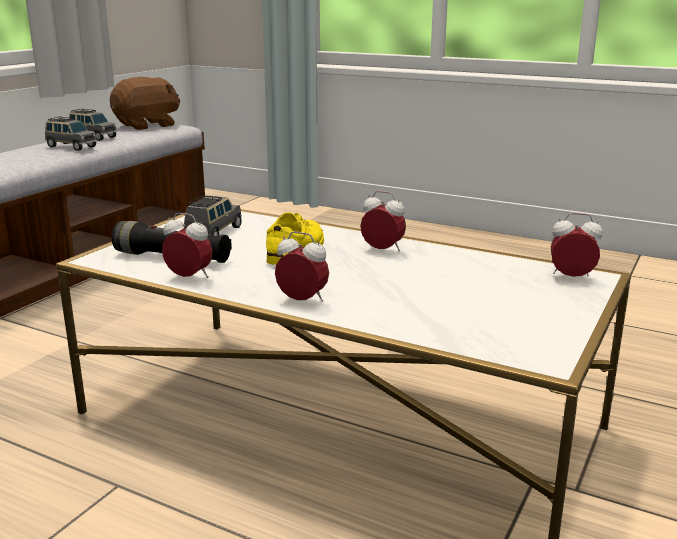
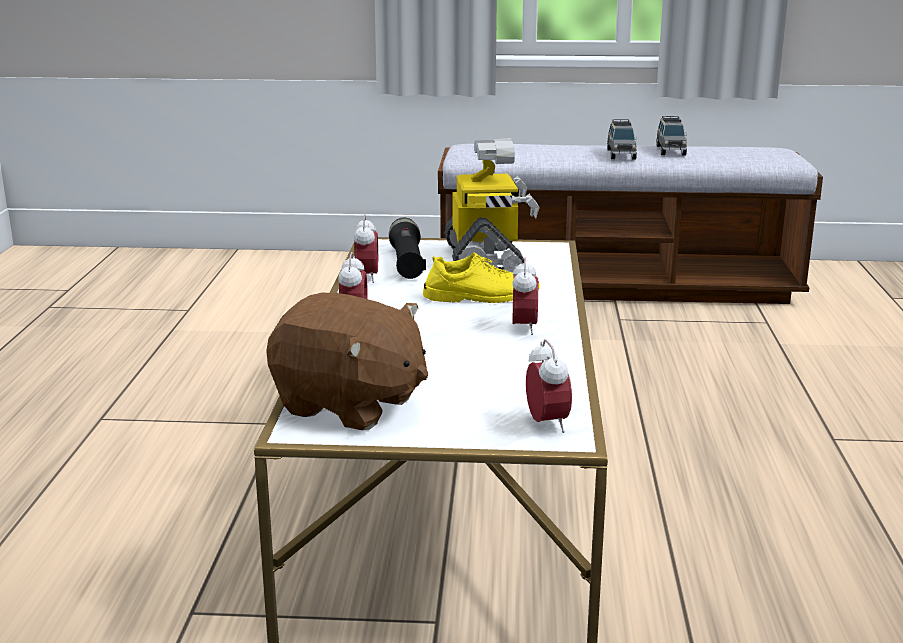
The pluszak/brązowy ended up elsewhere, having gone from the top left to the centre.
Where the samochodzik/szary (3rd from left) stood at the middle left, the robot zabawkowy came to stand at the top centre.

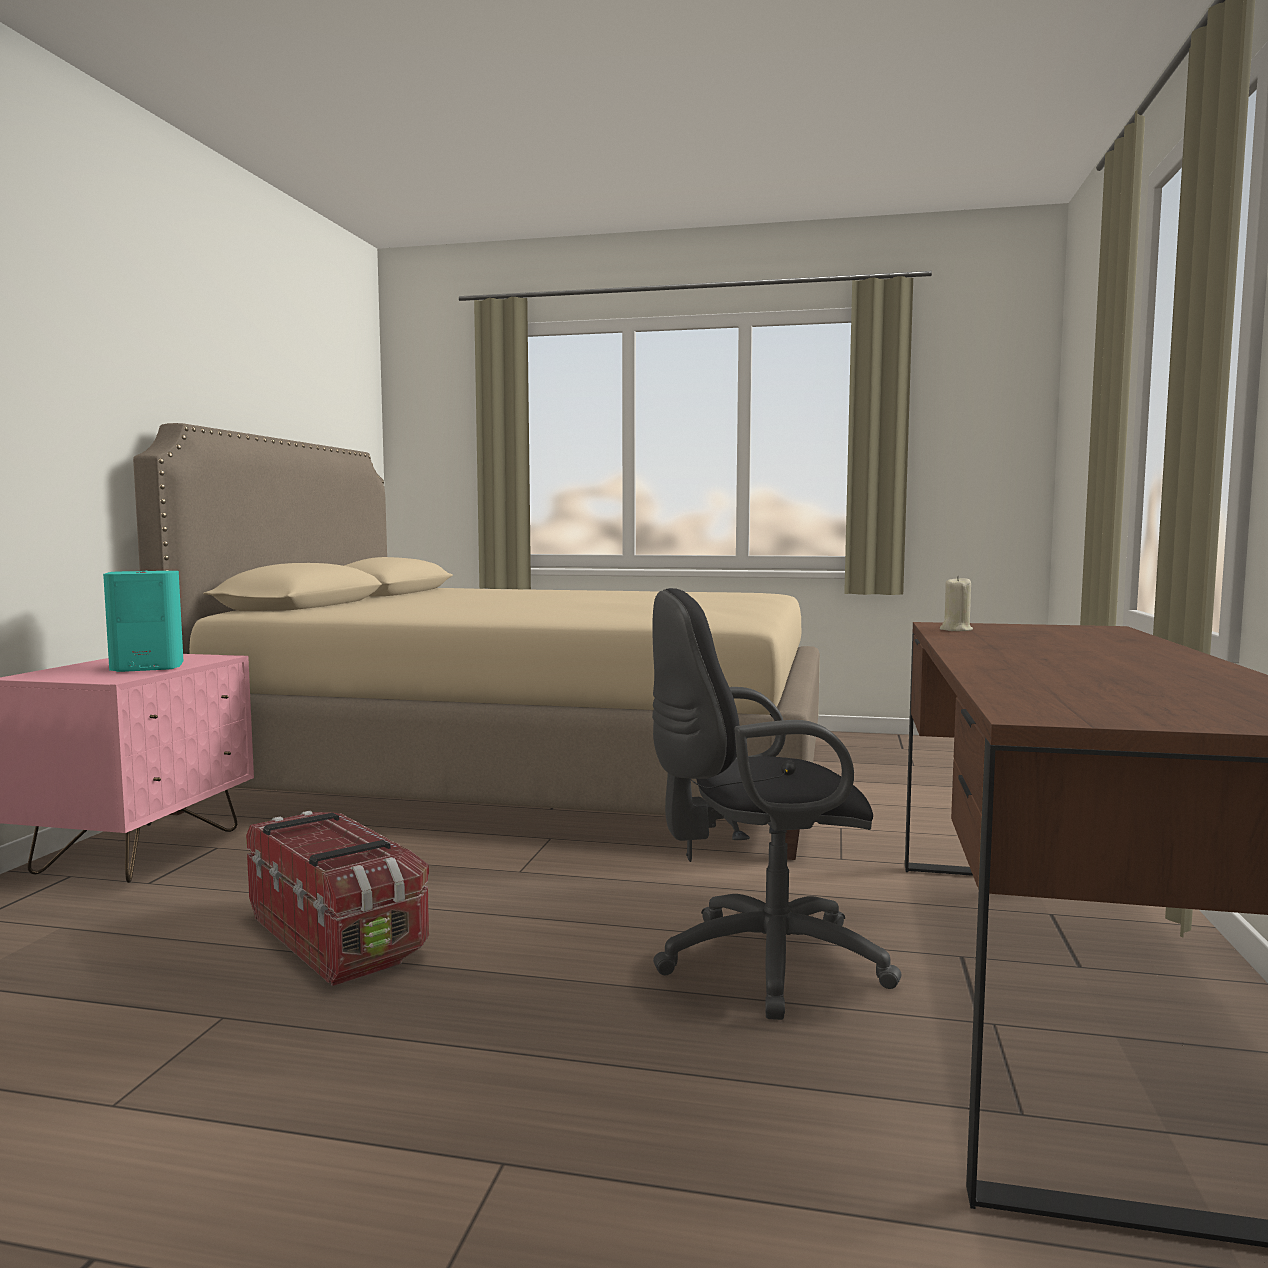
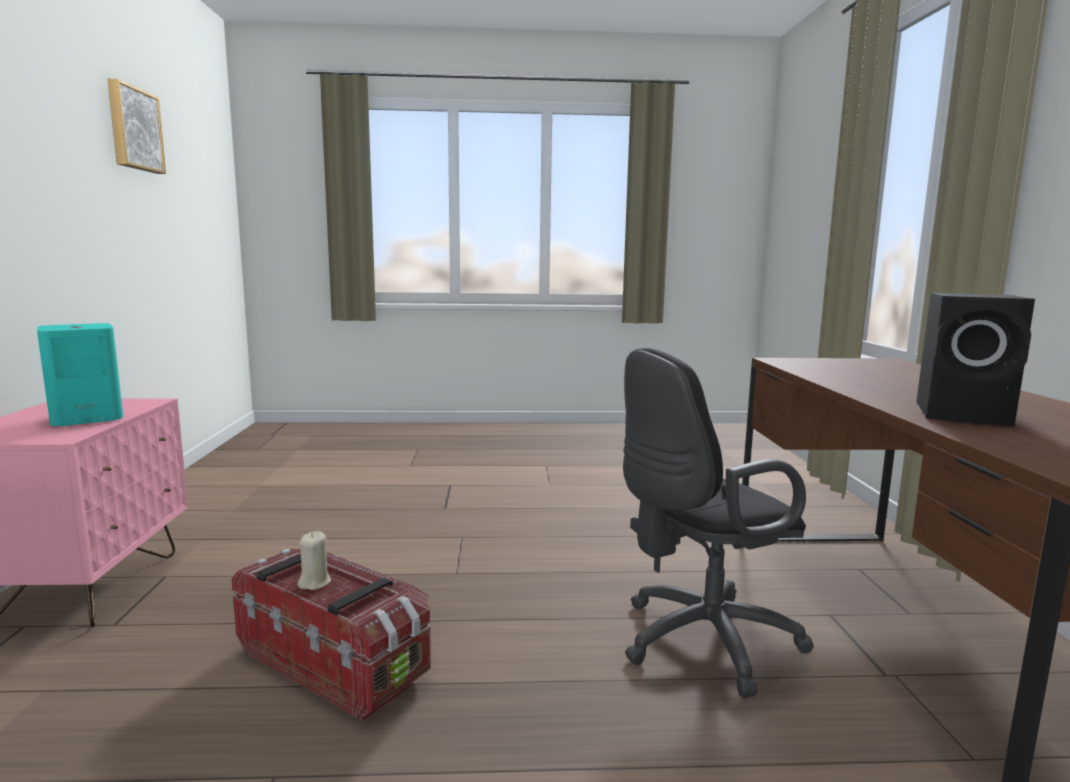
The second view lost the łóżko/beżowy at the centre.
The świeca/beżowy ended up elsewhere, having gone from the middle right to the bottom left.
The second view gained the obraz at the top left.
The second view gained the głośnik/czarny at the middle right.

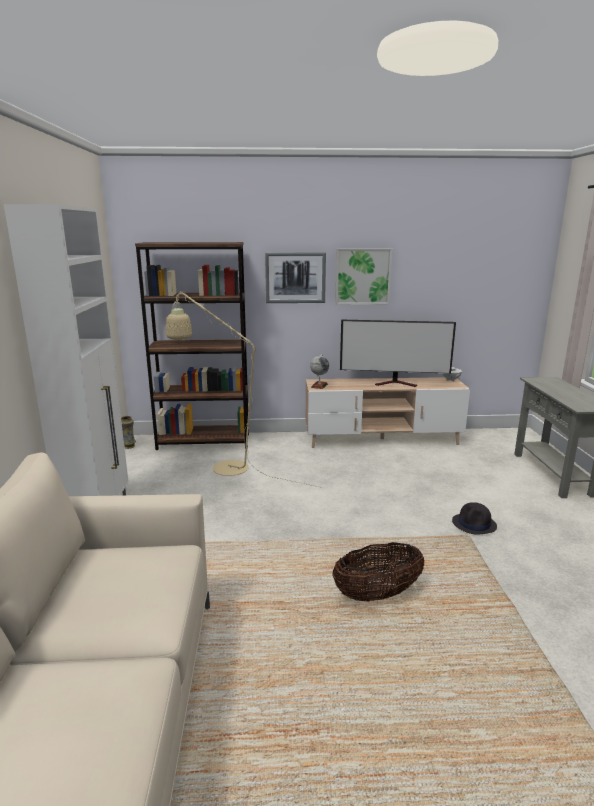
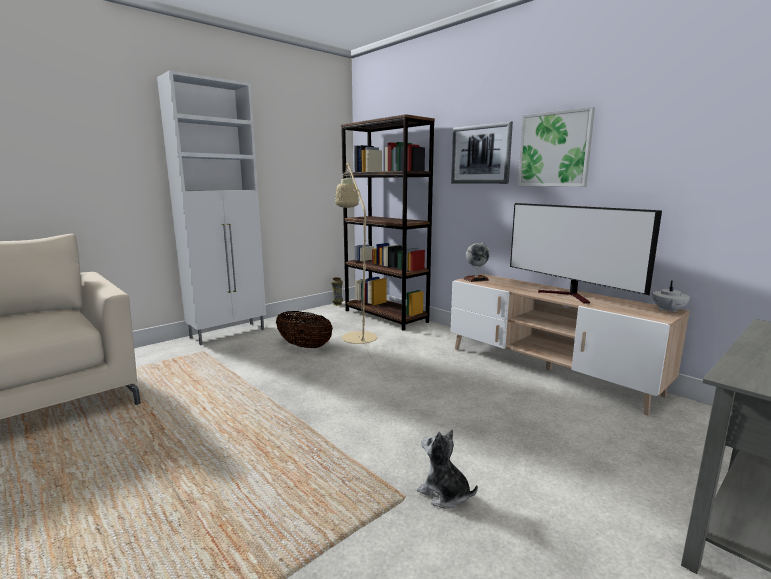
The koszyk ended up elsewhere, having gone from the bottom centre to the centre.
Where the kapelusz/czarny stood at the middle right, the pluszak came to stand at the bottom centre.

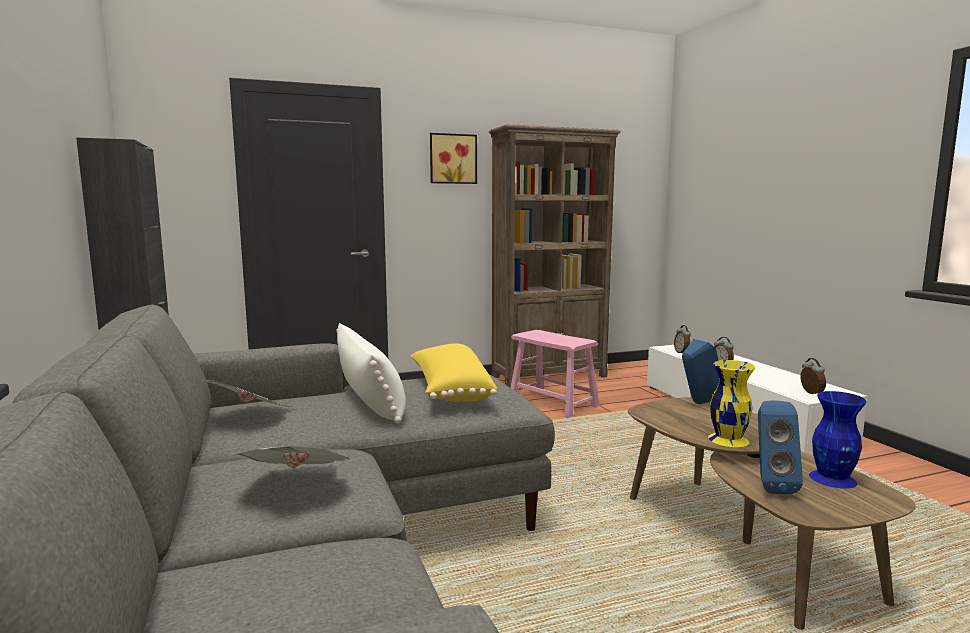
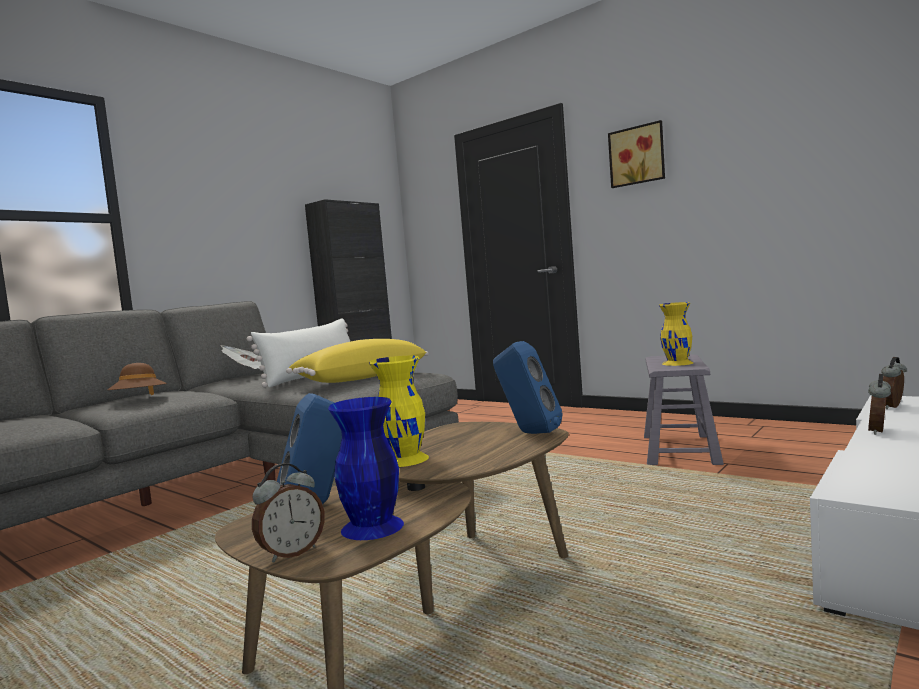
Where the gazeta (2nd from left) stood at the bottom left, the kapelusz/brązowy came to stand at the middle left.
The second view lost the regał/brązowy at the centre.
What was the stołek/różowy at the centre turned into the stołek/szary at the middle right.
The budzik (3rd from left in the first image) ended up elsewhere, having gone from the middle right to the bottom left.
The second view gained the wazon/żółty (2nd from left) at the middle right.

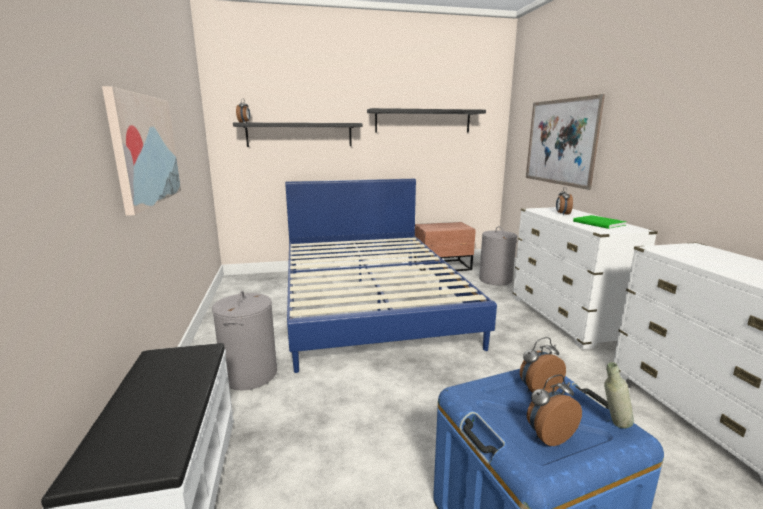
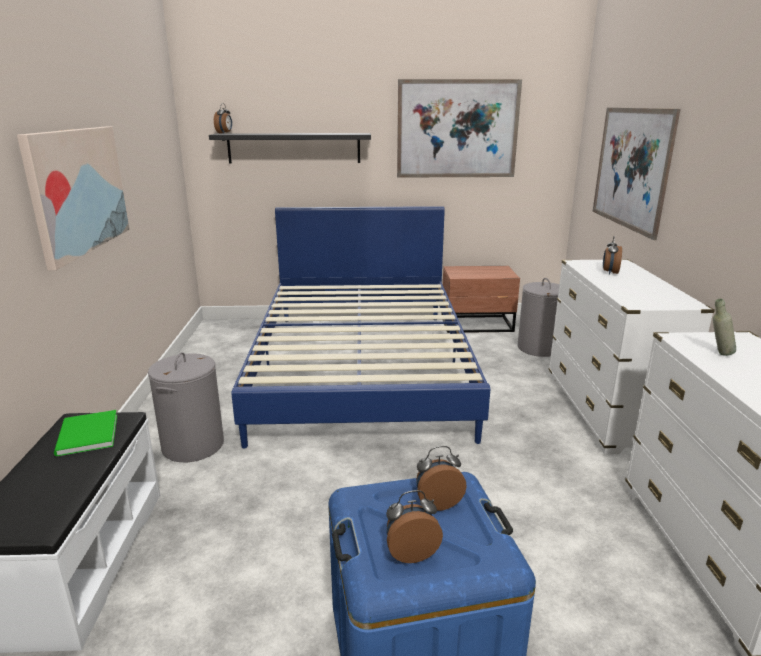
Where the półka/czarny (2nd from left) hung at the top centre, the obraz (2nd from left) came to hang at the top centre.
The książka/zielony ended up elsewhere, having gone from the middle right to the middle left.
The butelka/szary ended up elsewhere, having gone from the bottom right to the middle right.

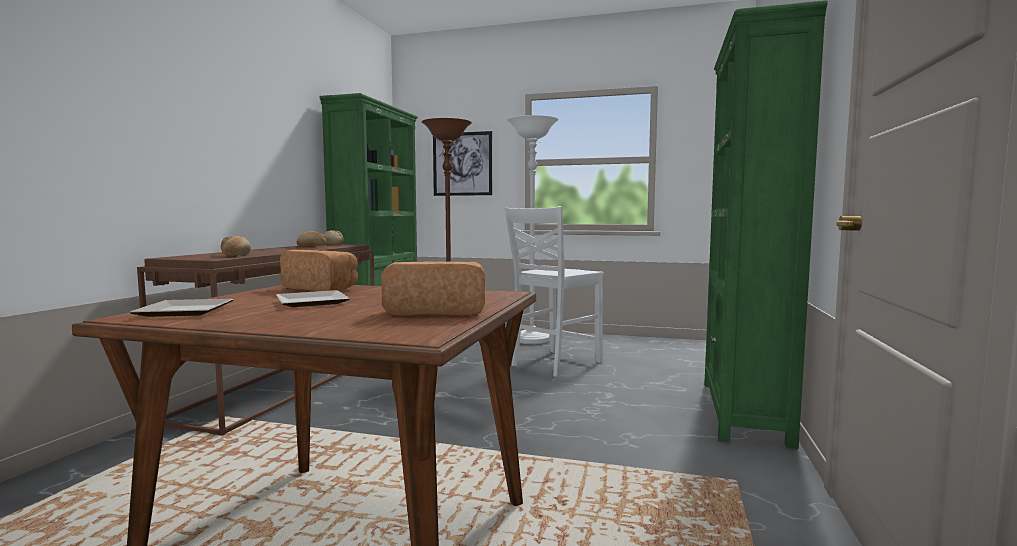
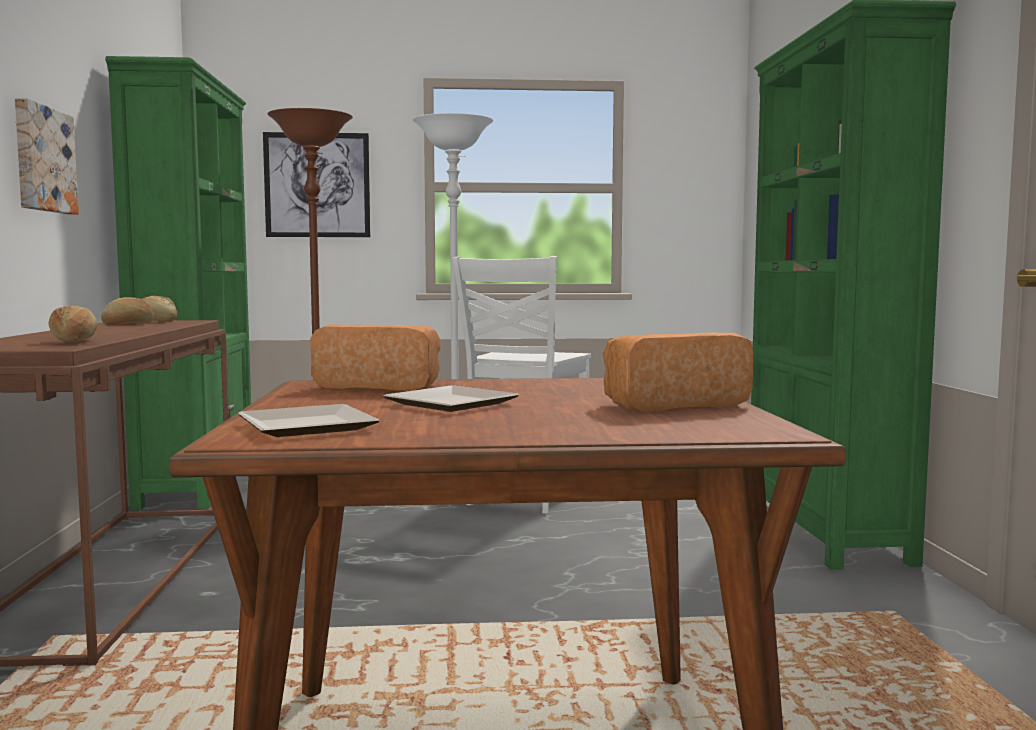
The second view gained the obraz (1st from left) at the top left.

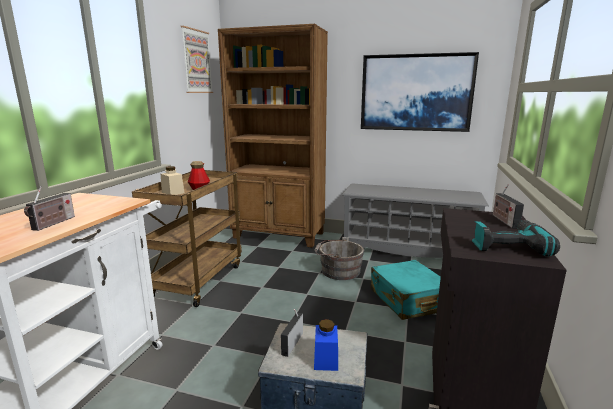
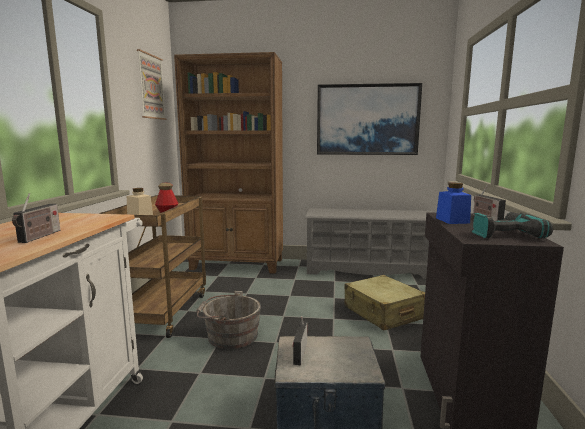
The wiadro/szary ended up elsewhere, having gone from the centre to the bottom centre.
The słoik/niebieski ended up elsewhere, having gone from the bottom centre to the middle right.
What was the walizka/turkusowy at the bottom centre turned into the walizka/beżowy at the bottom centre.

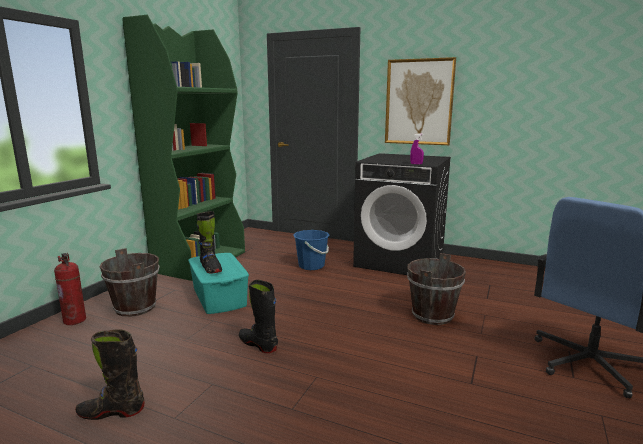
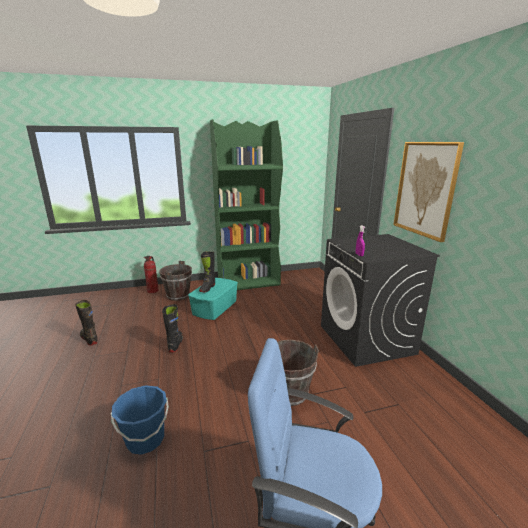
The wiadro/niebieski ended up elsewhere, having gone from the centre to the bottom left.

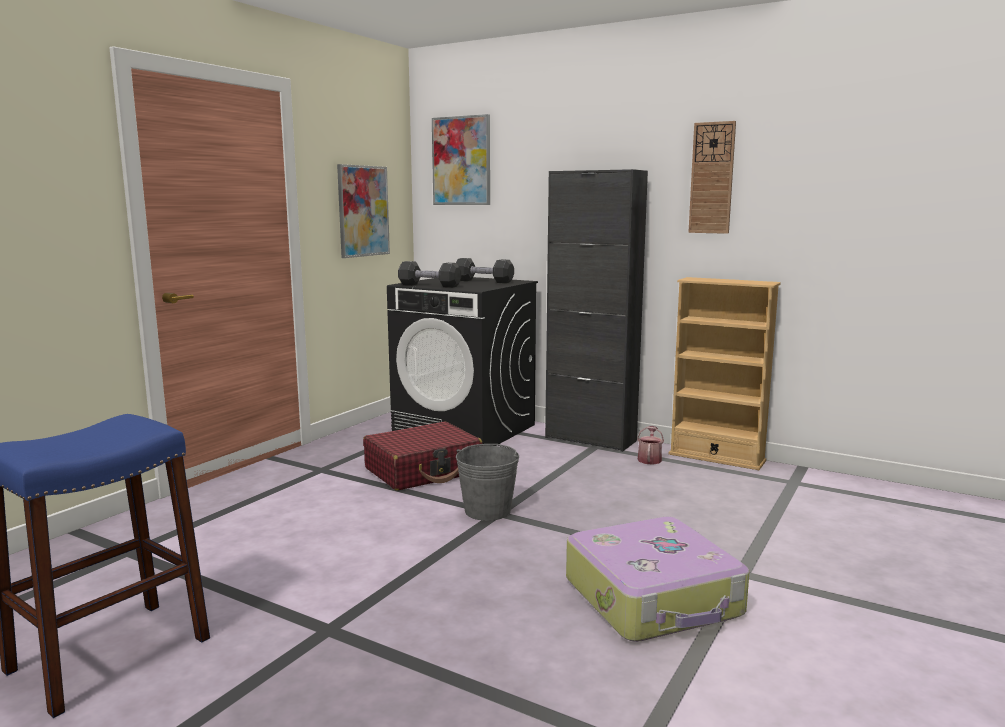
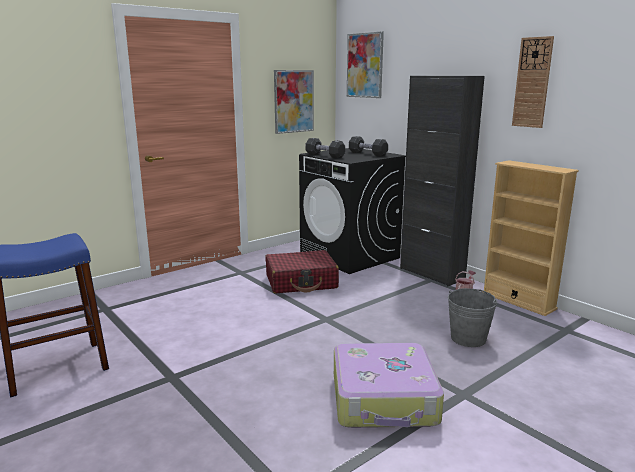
The wiadro/szary ended up elsewhere, having gone from the centre to the bottom right.

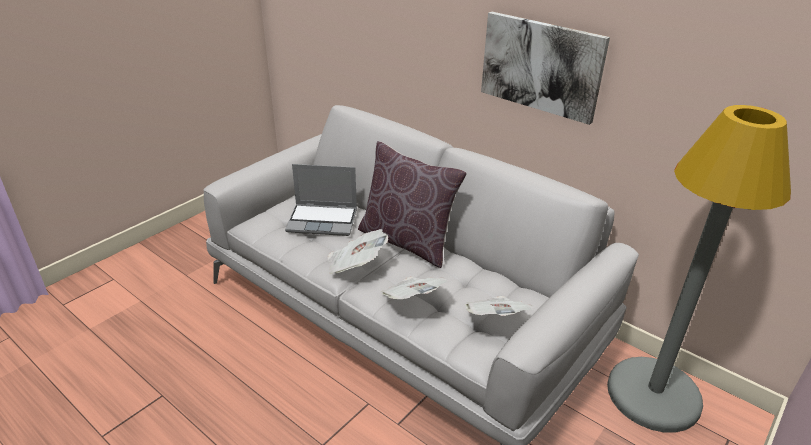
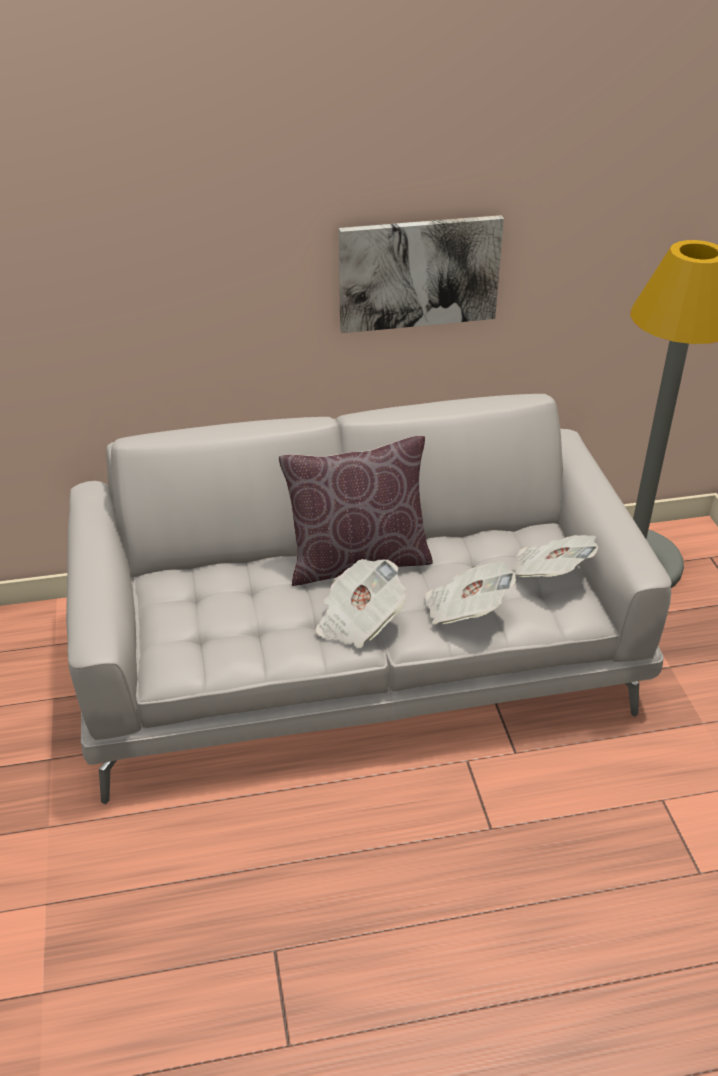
The second view lost the laptop at the centre.

